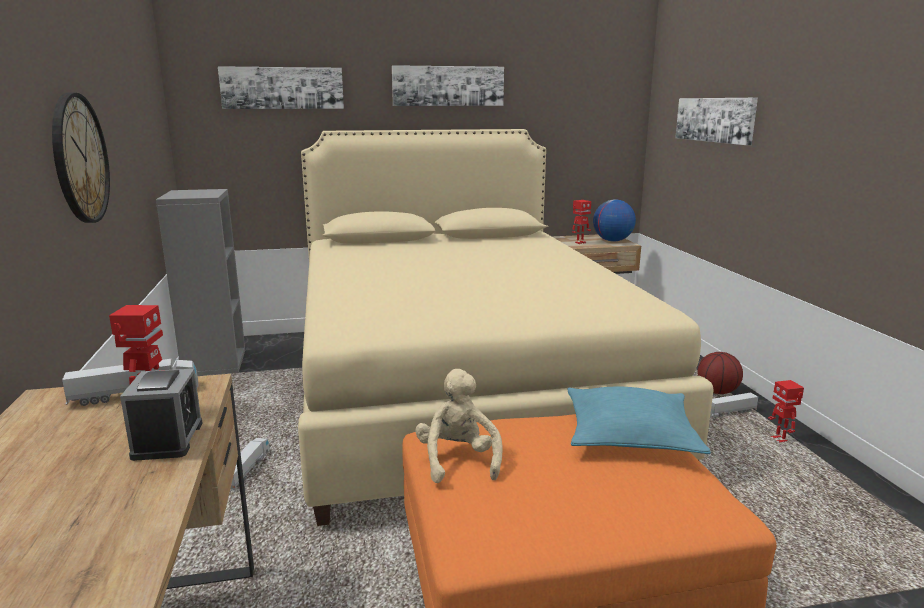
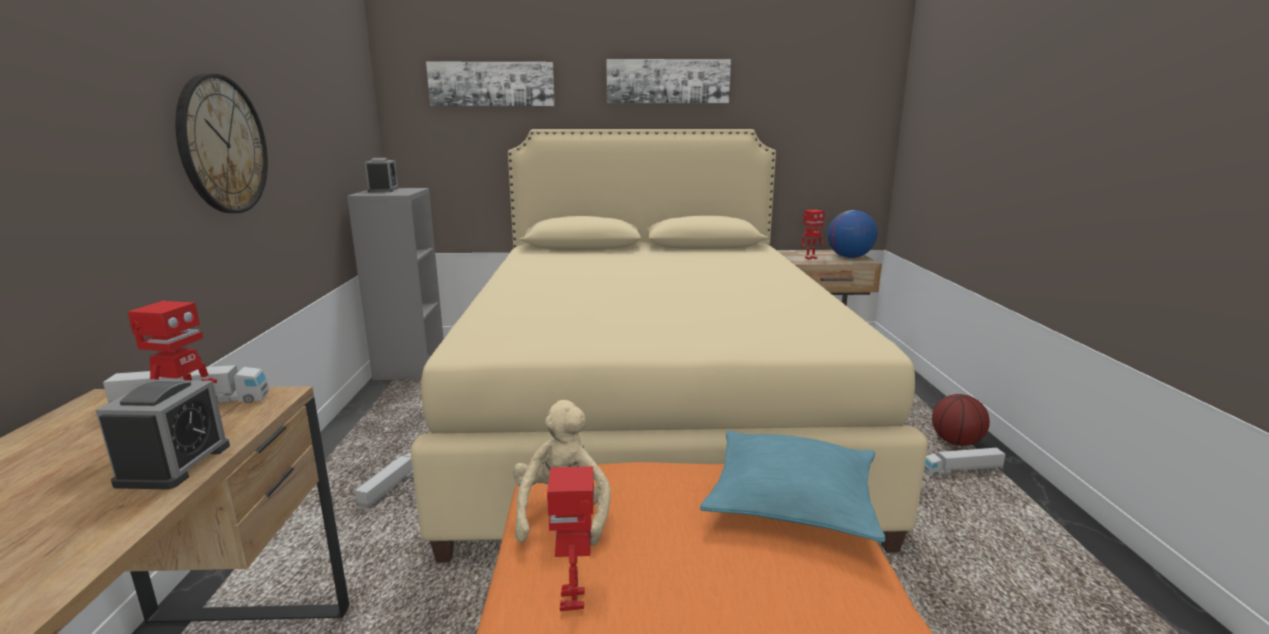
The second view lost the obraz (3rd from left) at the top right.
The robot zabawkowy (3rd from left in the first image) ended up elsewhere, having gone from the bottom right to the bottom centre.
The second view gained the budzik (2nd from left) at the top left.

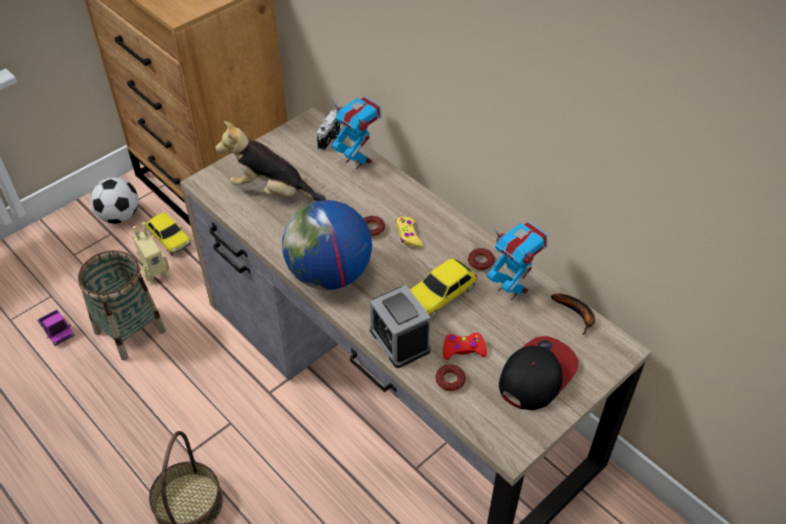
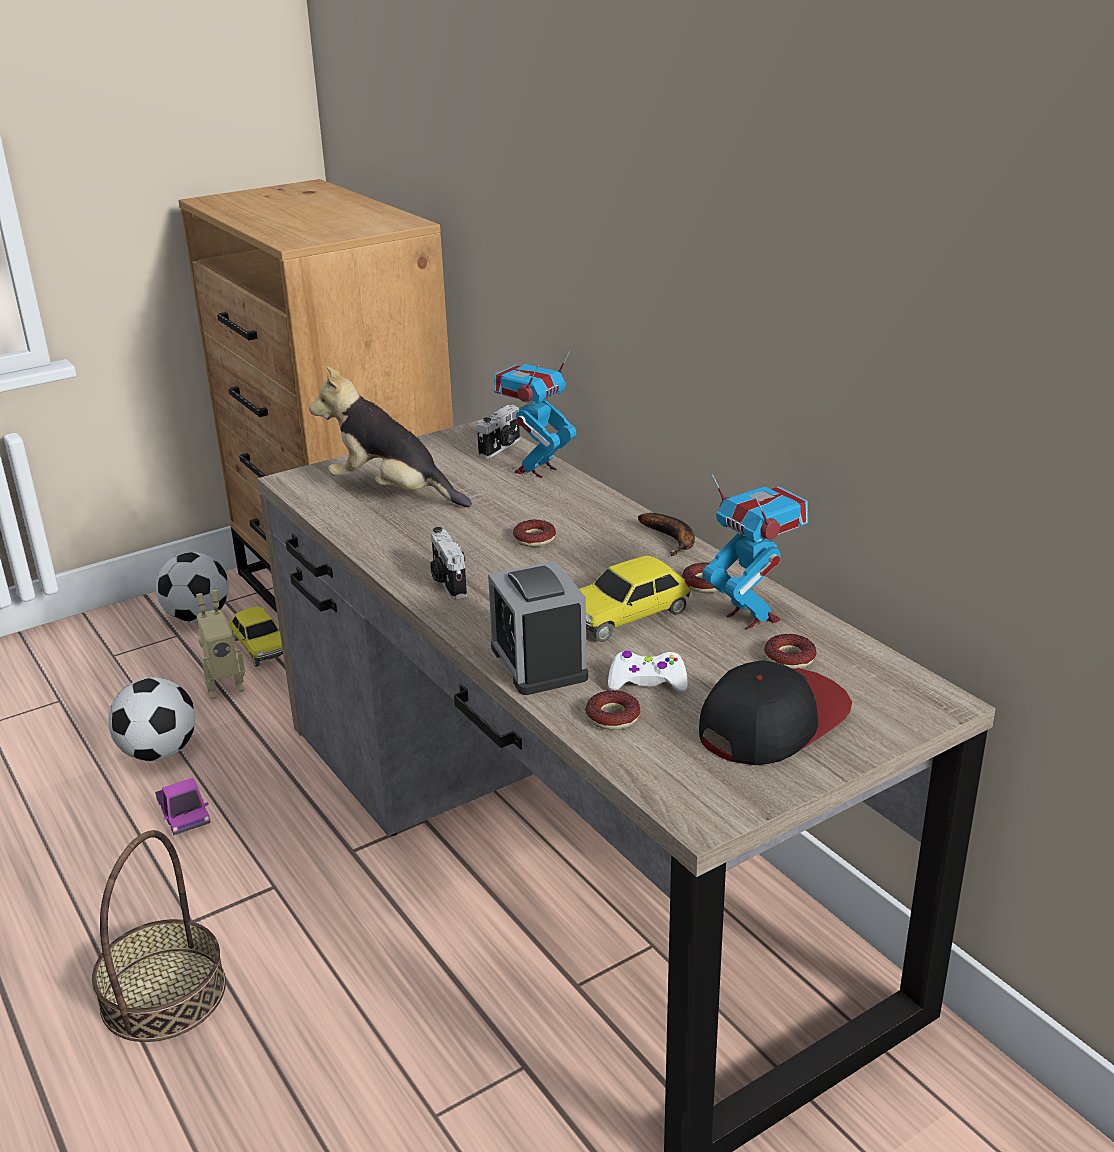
The ciężarówka zabawkowa ended up elsewhere, having gone from the middle left to the bottom left.
Where the koszyk (1st from left) stood at the middle left, the piłka futbolowa (1st from left) came to stand at the middle left.
Where the globus stood at the centre, the aparat fotograficzny (1st from left) came to stand at the centre.
The robot zabawkowy (2nd from left) at the top centre ended up facing another way, 105 degrees counterclockwise from before.
The second view lost the pad do gier/żółty at the centre.
What was the pad do gier/czerwony at the centre turned into the pad do gier/biały at the centre.
The banan ended up elsewhere, having gone from the middle right to the centre.
The second view gained the donut (4th from left) at the middle right.

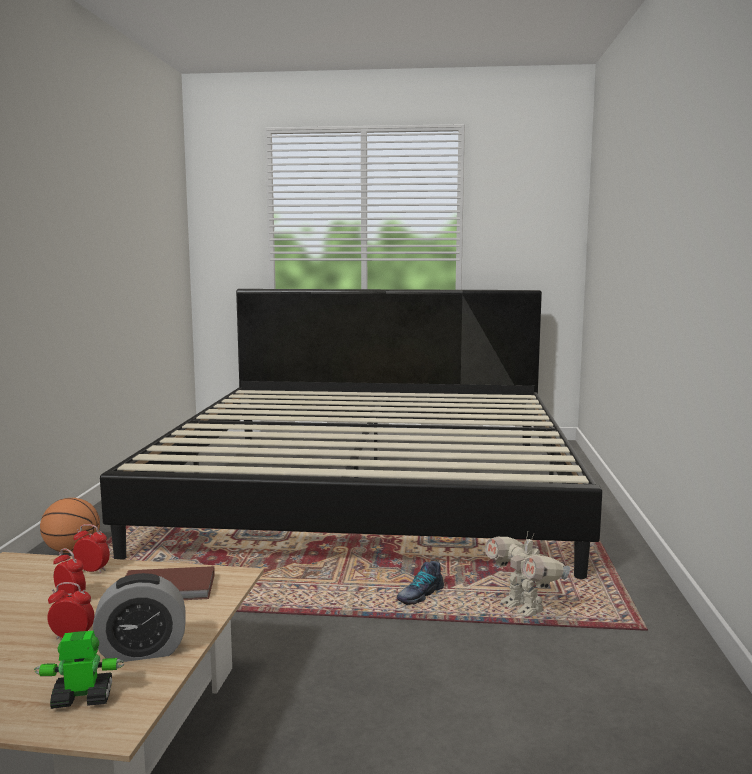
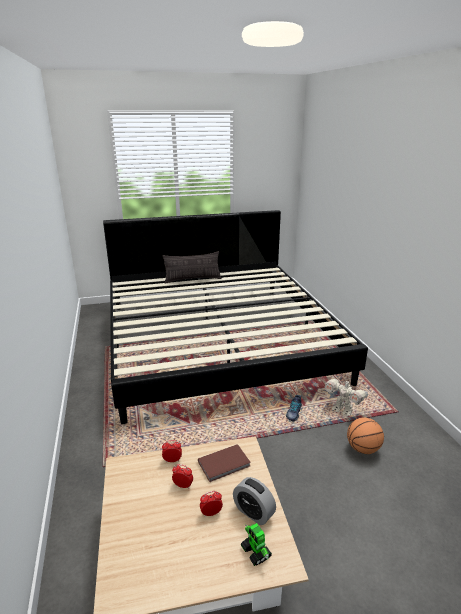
The robot zabawkowy (1st from left) at the bottom left ended up facing another way, 90 degrees counterclockwise from before.
The piłka do koszykówki ended up elsewhere, having gone from the bottom left to the bottom right.
The budzik (4th from left) at the bottom left ended up facing another way, 75 degrees clockwise from before.
The second view gained the poduszka at the centre.

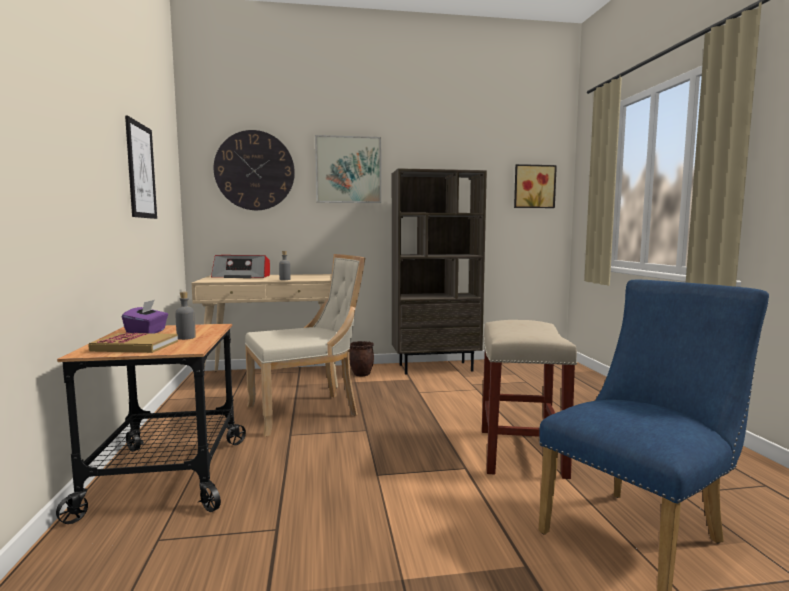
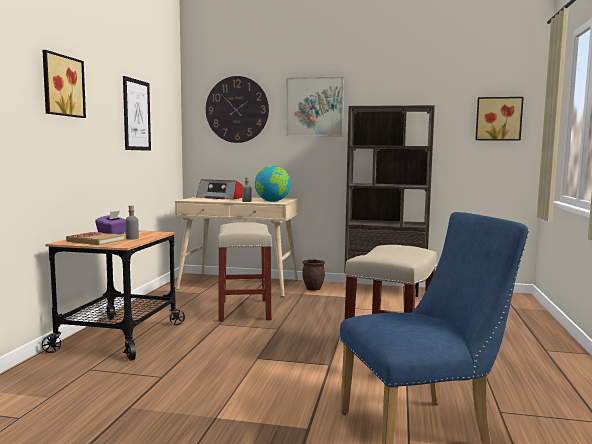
Where the krzesło/beżowy stood at the centre, the stołek/beżowy (1st from left) came to stand at the centre.
The second view gained the obraz (1st from left) at the top left.
The second view gained the globus at the centre.

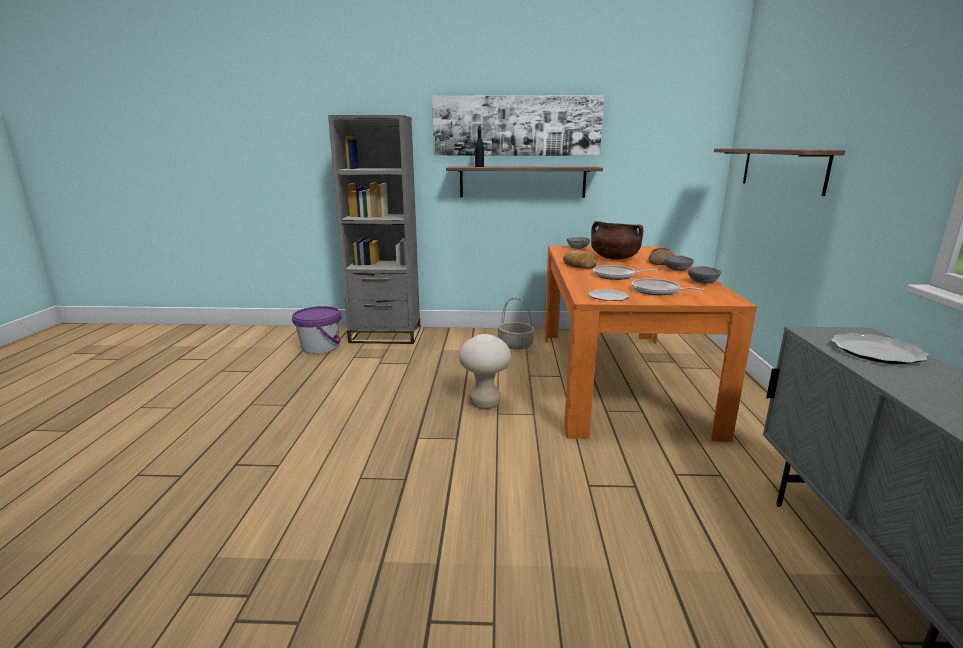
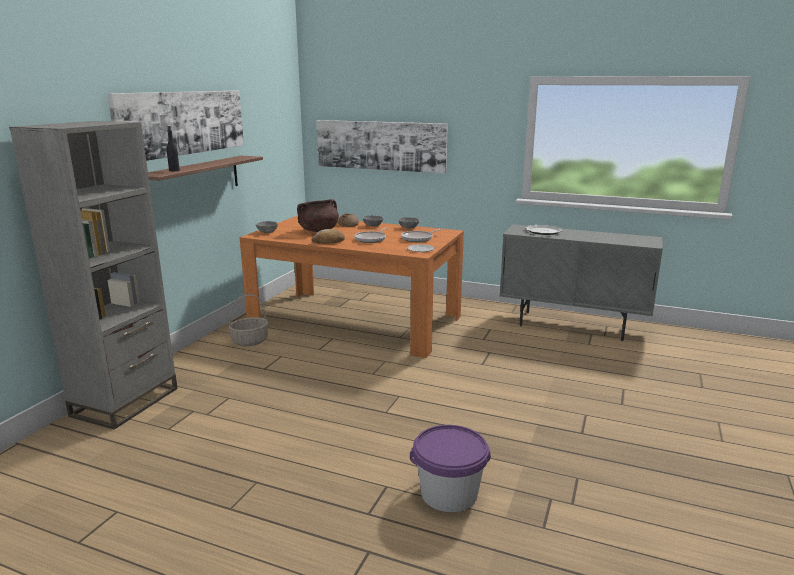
The wiadro/fioletowy ended up elsewhere, having gone from the middle left to the bottom centre.
The second view lost the stołek/beżowy at the centre.
Where the półka (2nd from left) hung at the top right, the obraz (2nd from left) came to hang at the top centre.

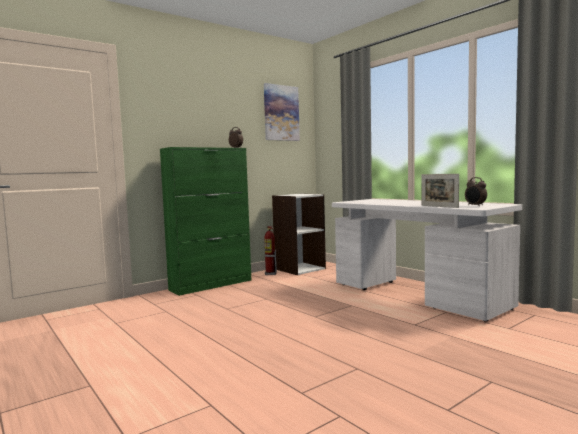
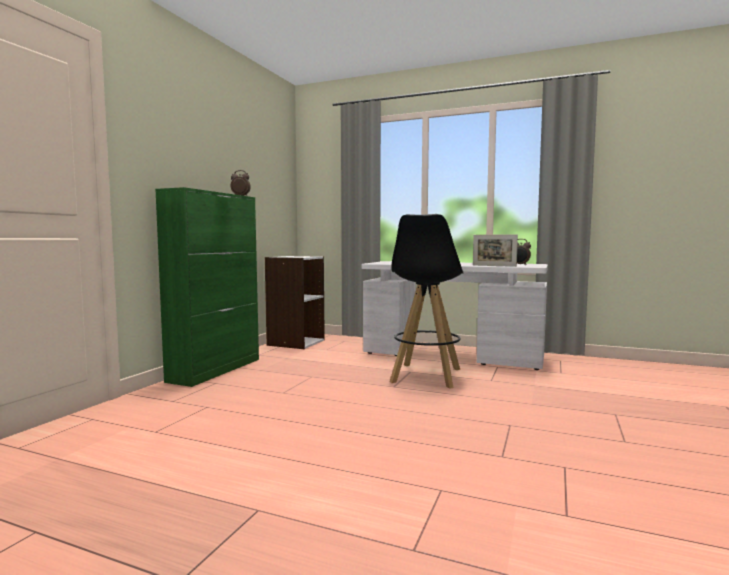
The second view lost the obraz at the top centre.
The second view lost the gaśnica at the centre.
The second view gained the stołek/czarny at the centre.

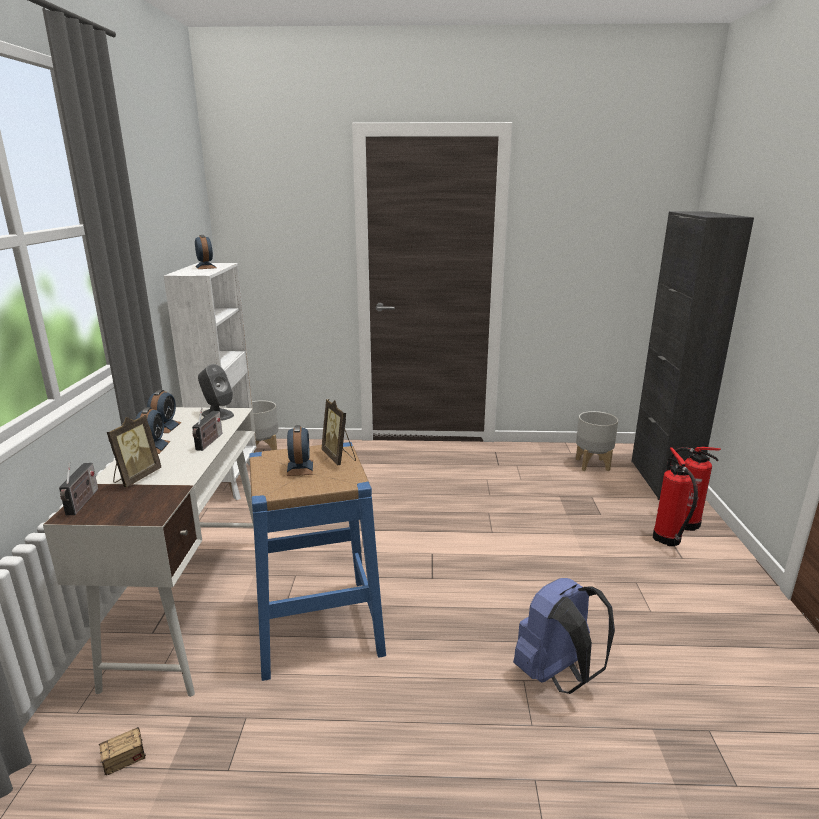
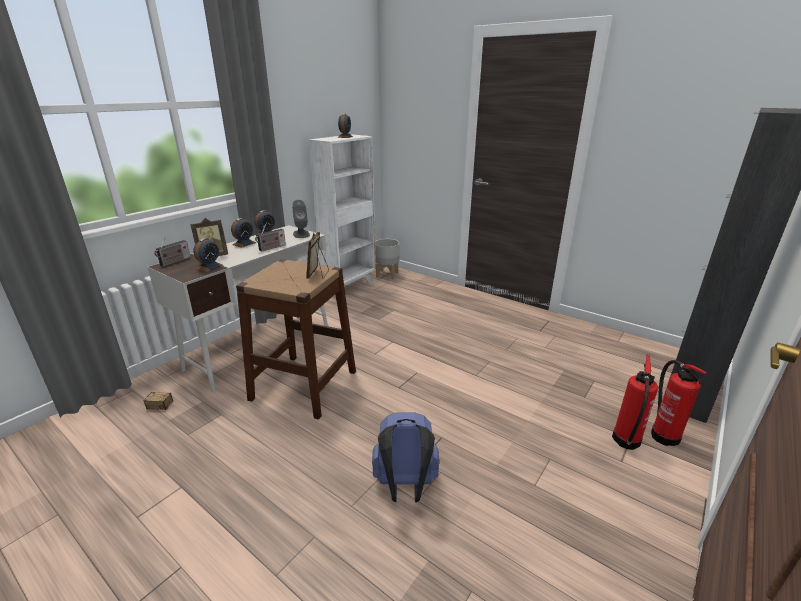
What was the stołek/niebieski at the bottom centre turned into the stołek/brązowy at the centre.
The budzik (4th from left in the first image) ended up elsewhere, having gone from the centre to the middle left.
The second view lost the donica/szary (2nd from left) at the middle right.

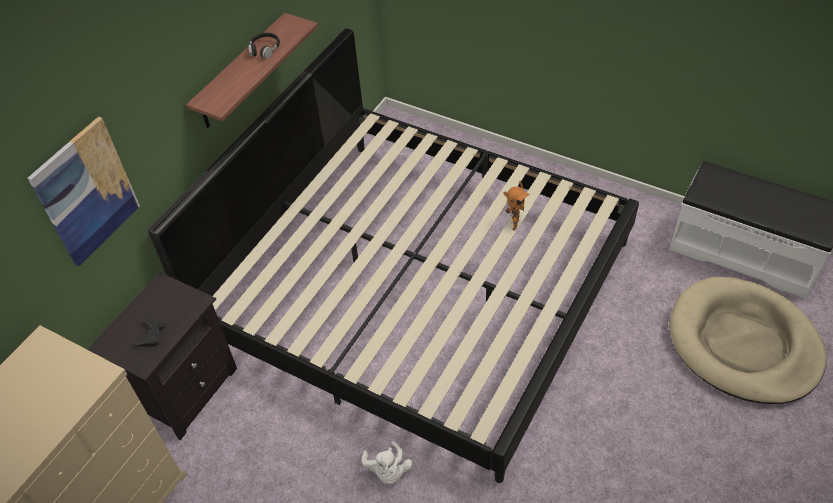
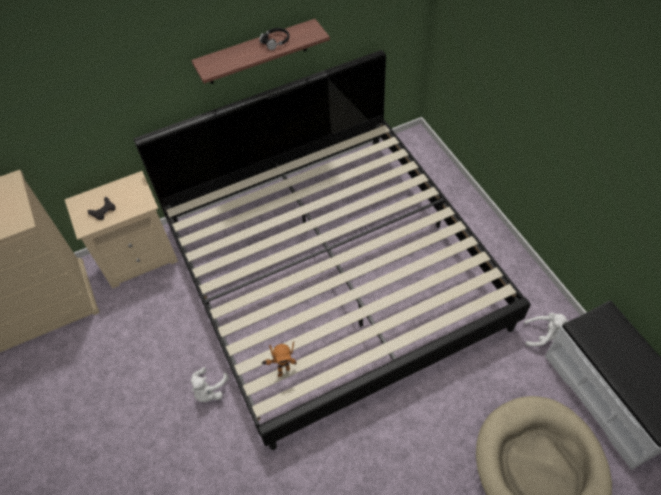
The second view lost the obraz at the middle left.
What was the szafka nocna/czarny at the bottom left turned into the szafka nocna/beżowy at the middle left.
The robot zabawkowy ended up elsewhere, having gone from the centre to the bottom centre.
The second view gained the pluszak/biały (2nd from left) at the middle right.

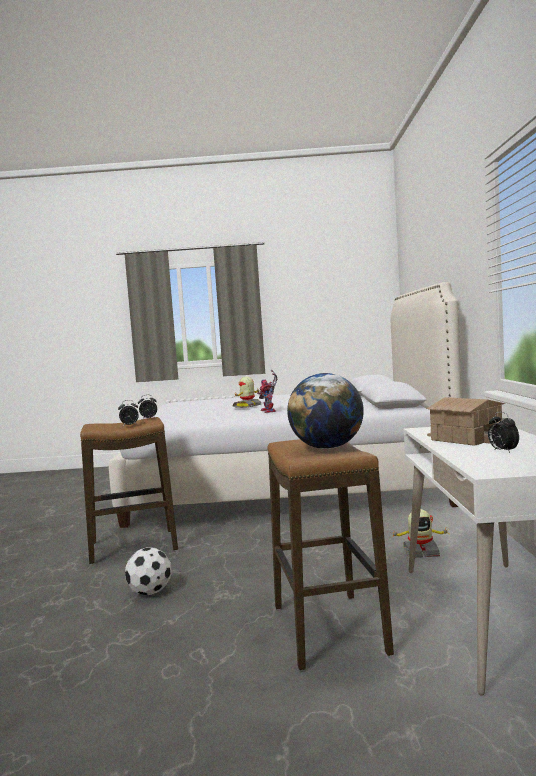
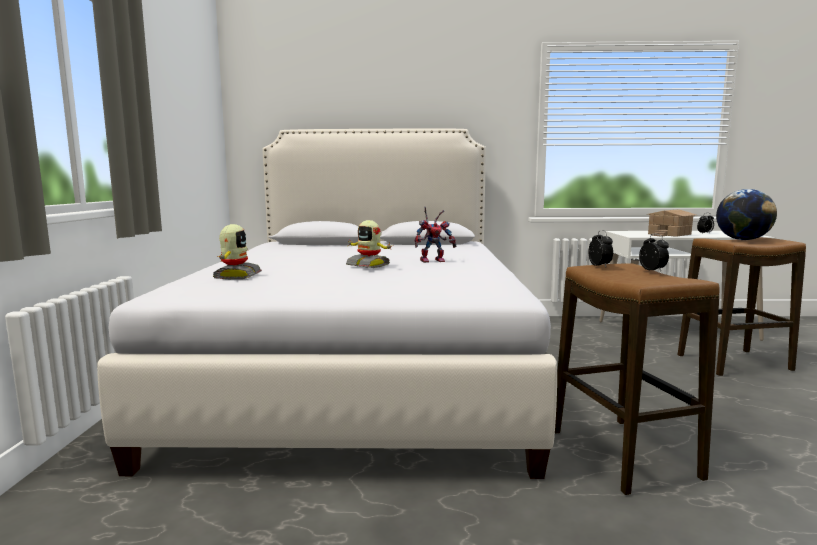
The second view lost the piłka futbolowa at the bottom left.
The robot zabawkowy (3rd from left in the first image) ended up elsewhere, having gone from the bottom right to the middle left.

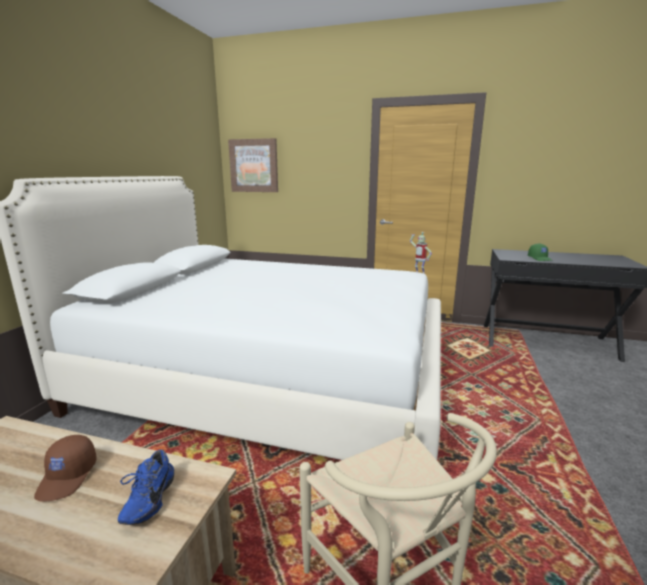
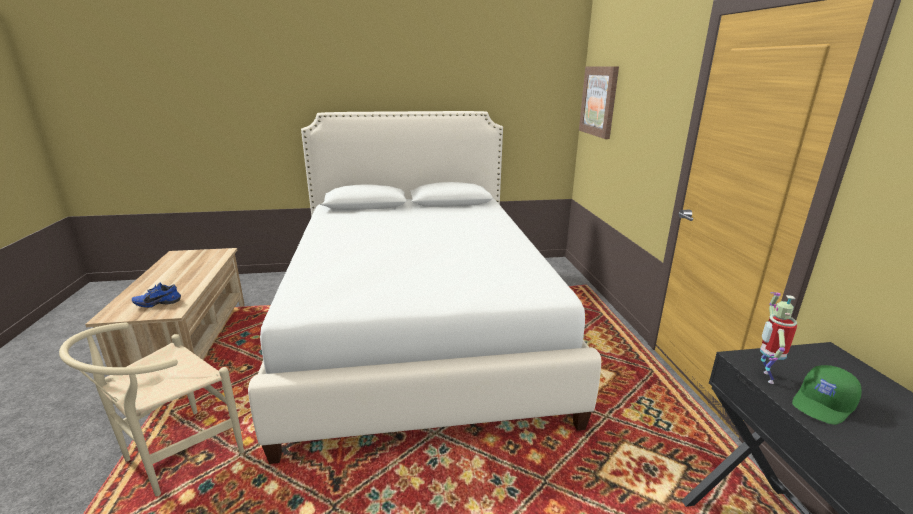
The second view lost the czapka z daszkiem/brązowy at the bottom left.
The robot zabawkowy ended up elsewhere, having gone from the centre to the middle right.

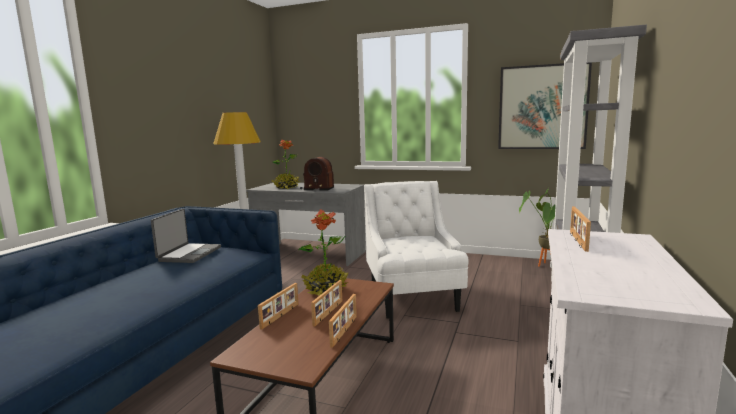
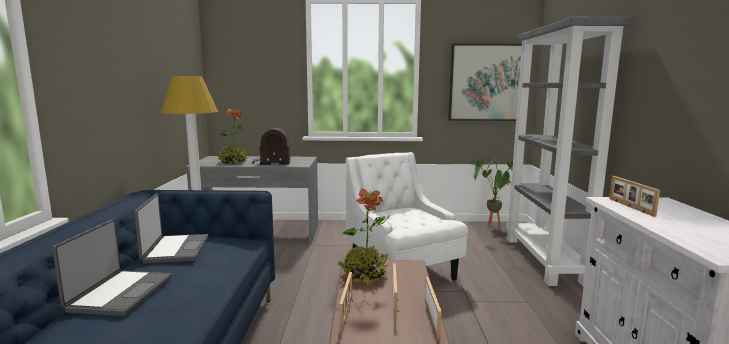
The second view gained the laptop (1st from left) at the bottom left.

